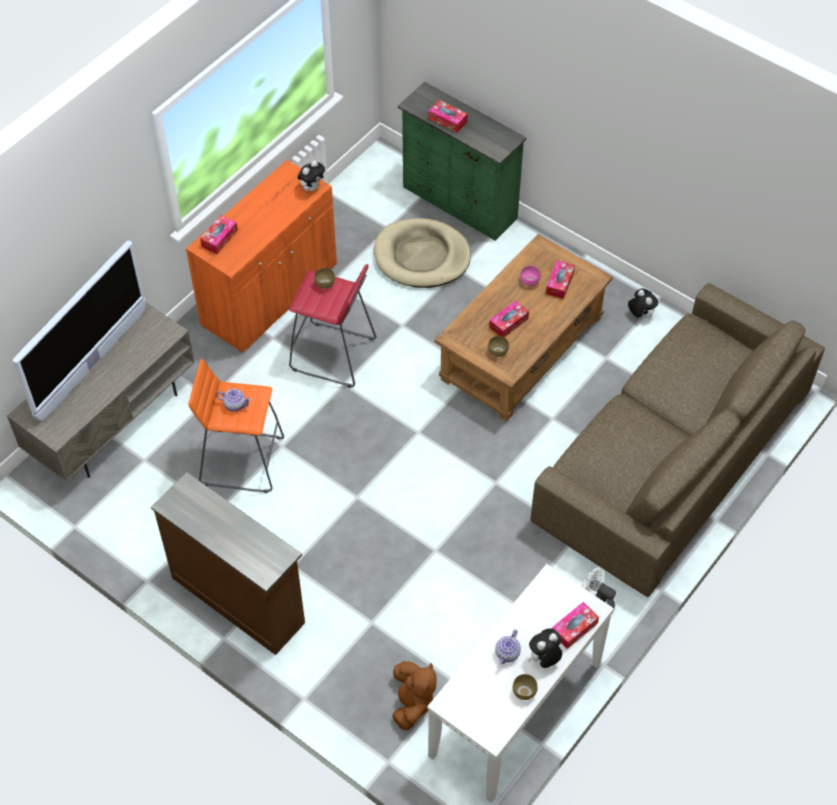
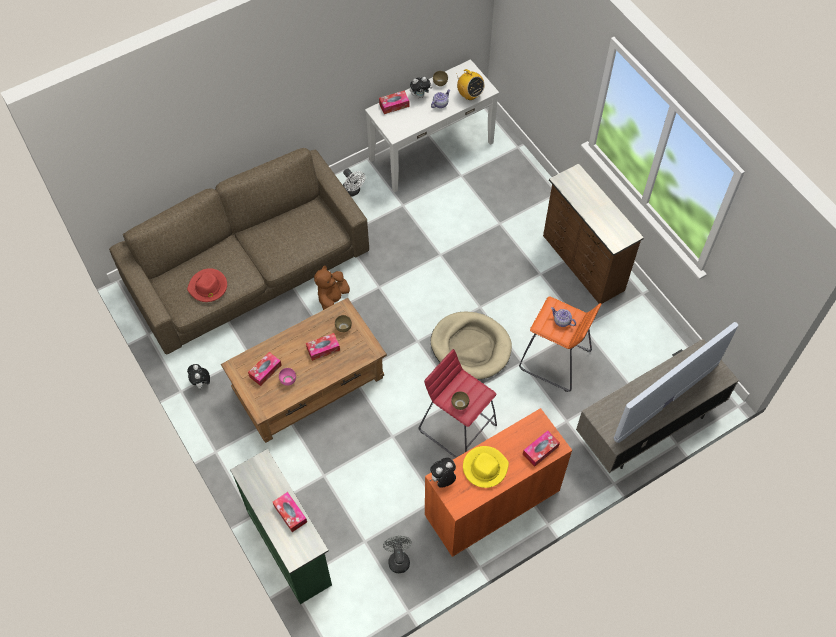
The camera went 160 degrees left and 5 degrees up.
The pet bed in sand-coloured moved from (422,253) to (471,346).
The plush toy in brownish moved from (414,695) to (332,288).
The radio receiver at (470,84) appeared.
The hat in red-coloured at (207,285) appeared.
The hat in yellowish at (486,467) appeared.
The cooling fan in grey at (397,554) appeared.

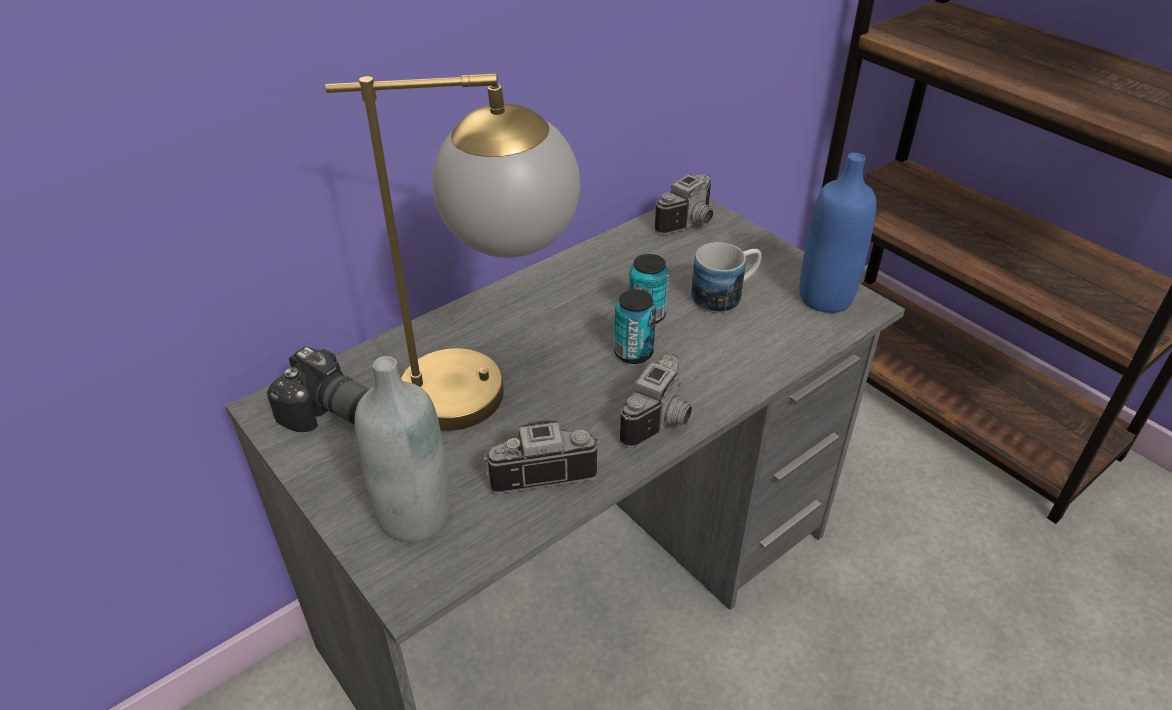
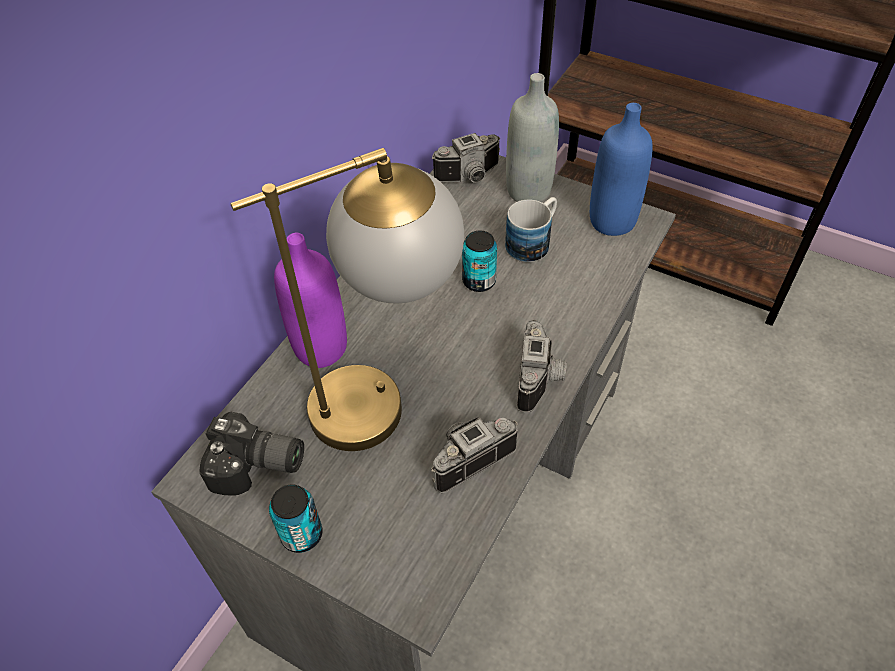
The camera went 20 degrees left and 10 degrees up.
The photo camera at (683,204) turned 45 degrees clockwise.
The metal can moved from (635,326) to (295,519).
The beverage bottle in grey moved from (402,449) to (532,137).
The beverage bottle in purplish at (310,300) appeared.

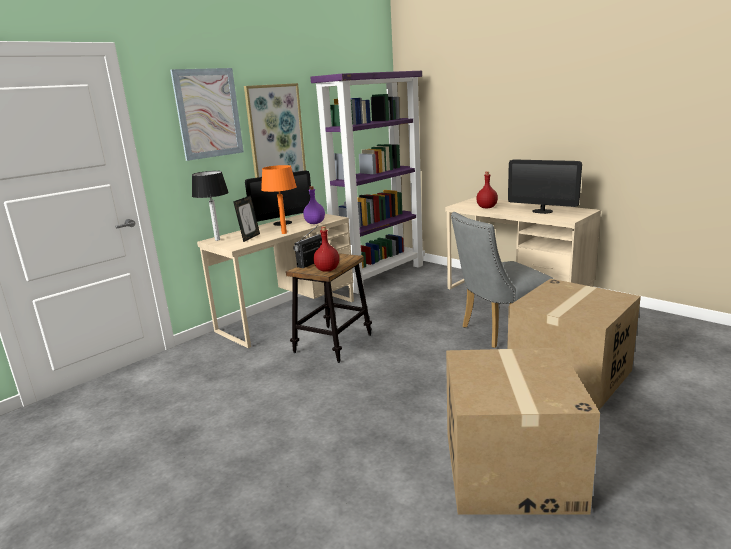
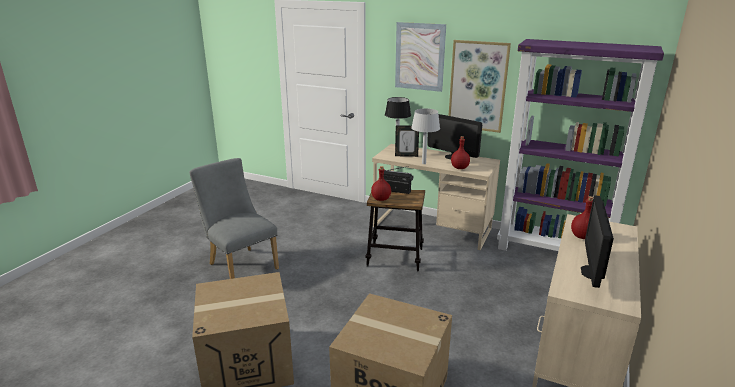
The camera went 70 degrees right and 5 degrees up.
The tabletop lamp in orange at (279,199) became the tabletop lamp in grey at (425,136).
The beverage bottle in purplish at (314,205) became the beverage bottle in red-coloured at (460,152).
The upright chair in grey moved from (502,280) to (234,218).

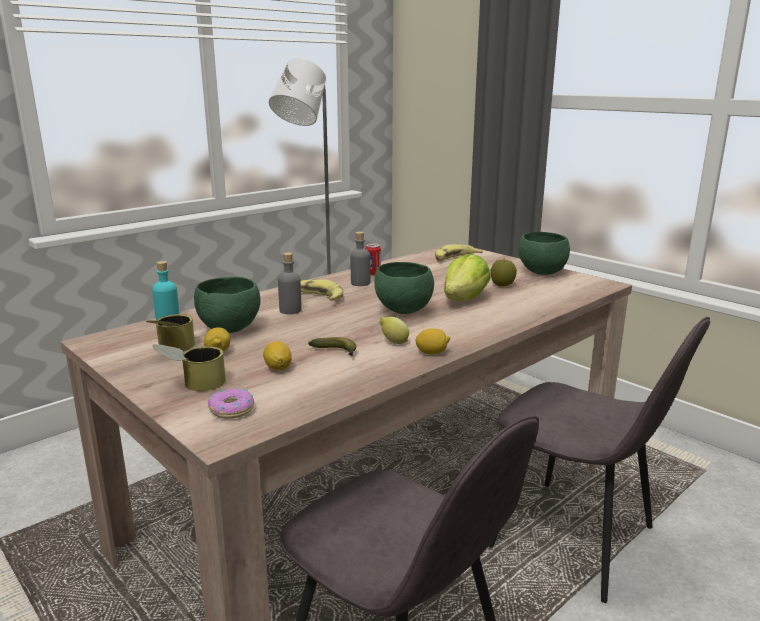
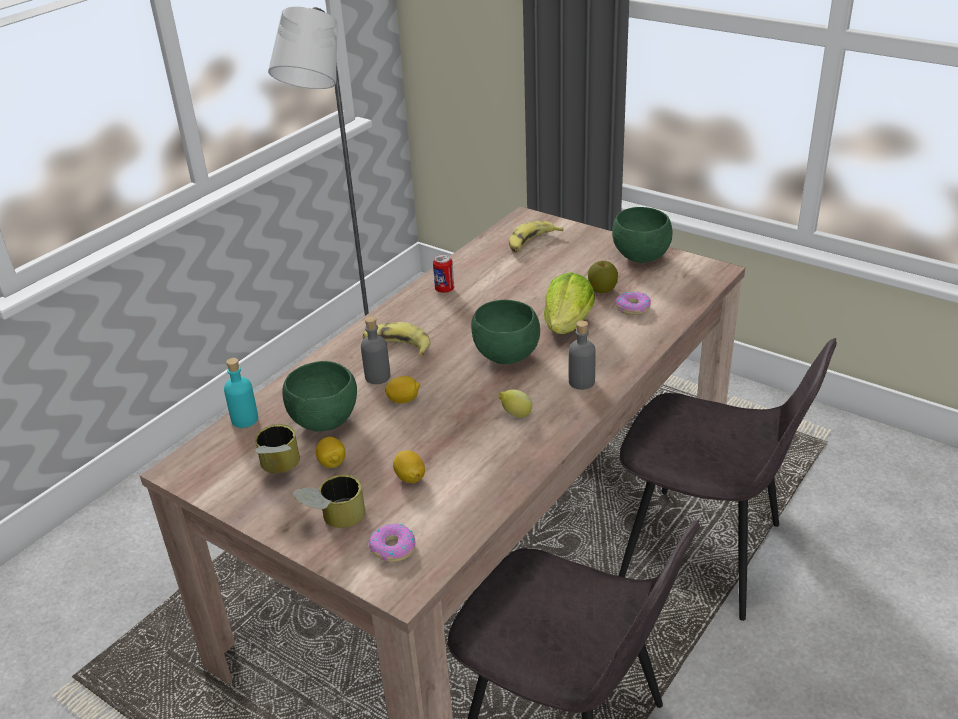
The camera went 10 degrees left and 15 degrees up.
The beverage bottle in grey moved from (360,259) to (582,355).
The citrus fruit moved from (432,341) to (402,390).
The banana fruit at (332,346) disappeared.
The ring doughnut at (633,303) appeared.

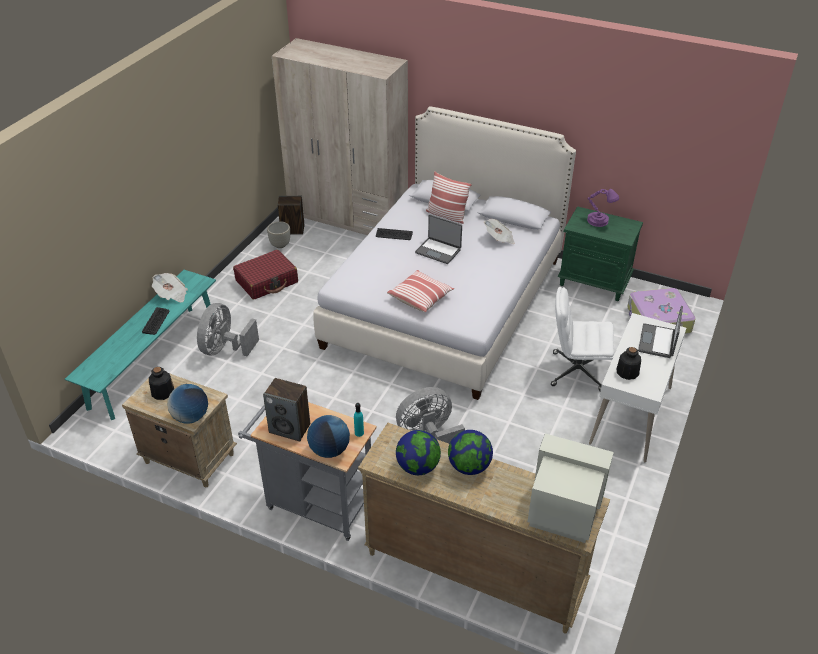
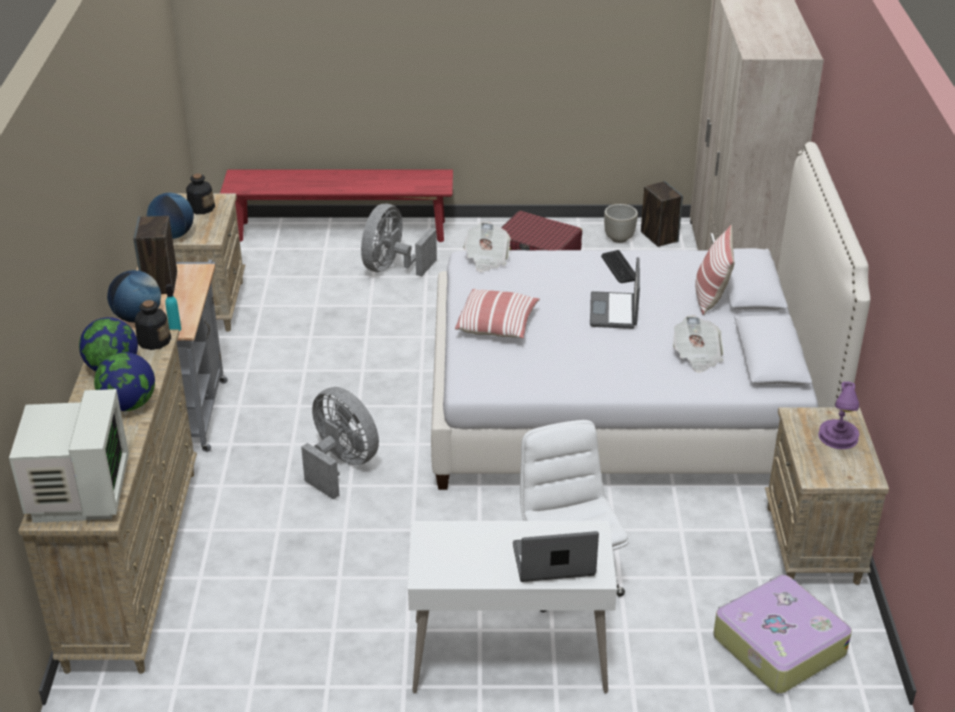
The camera went 65 degrees right and 5 degrees down.
The bedside table in greenish at (600,254) became the bedside table in sand-coloured at (827,496).
The long seat in turquoise-coloured at (140,345) became the long seat in red-coloured at (336,206).
The printed paper moved from (170,287) to (487,247).
The cooling fan in grey at (228,329) turned 60 degrees counterclockwise.
The keyboard at (155,321) disappeared.
The beverage bottle moved from (628,363) to (153,325).

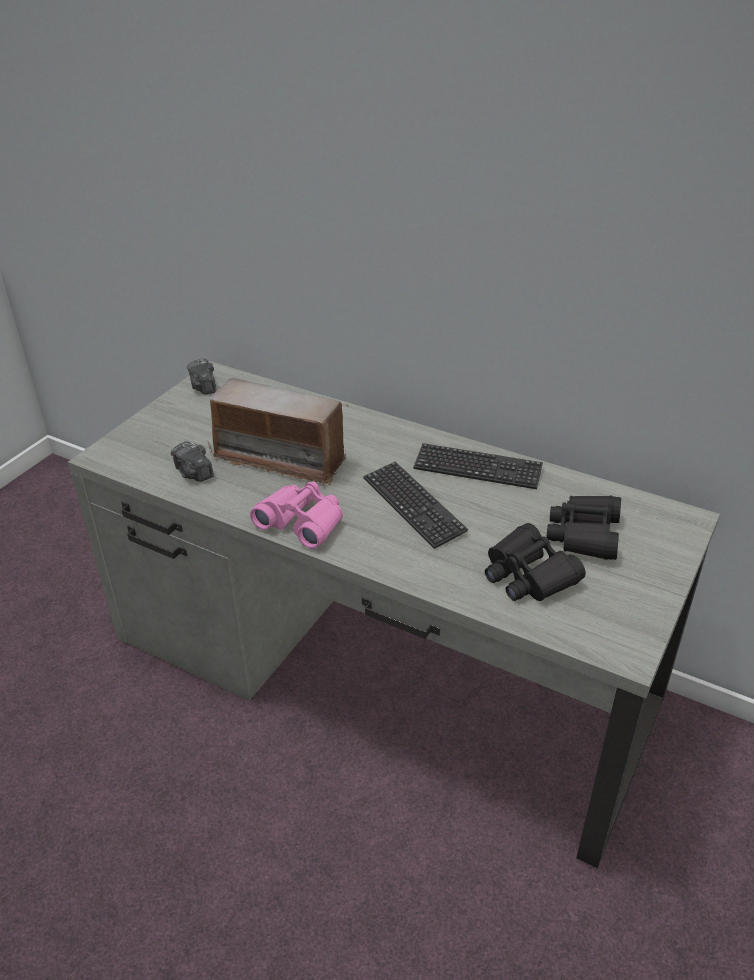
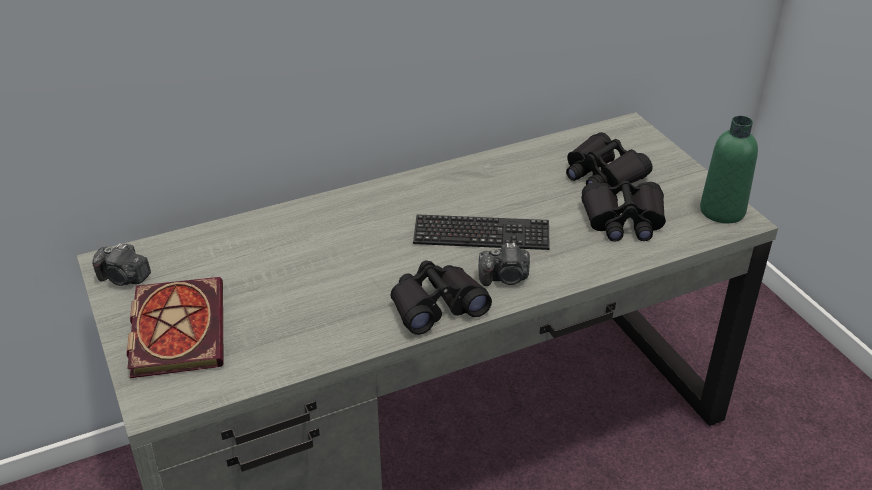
The camera went 55 degrees left and 0 degrees up.
The radio receiver at (278,432) disappeared.
The photo camera moved from (192,461) to (504,264).
The keyboard at (478,466) disappeared.
The binoculars in pink-coloured at (296,515) became the binoculars in black at (441,297).
The beverage bottle in greenish at (729,170) appeared.
The book at (175,327) appeared.

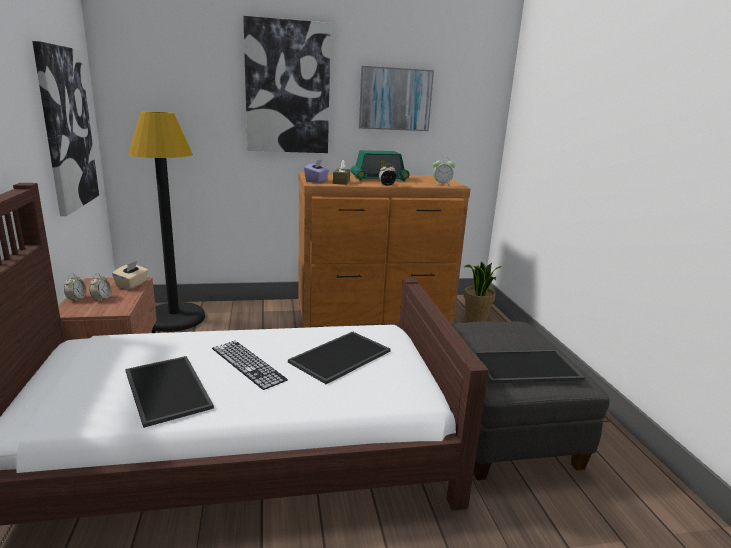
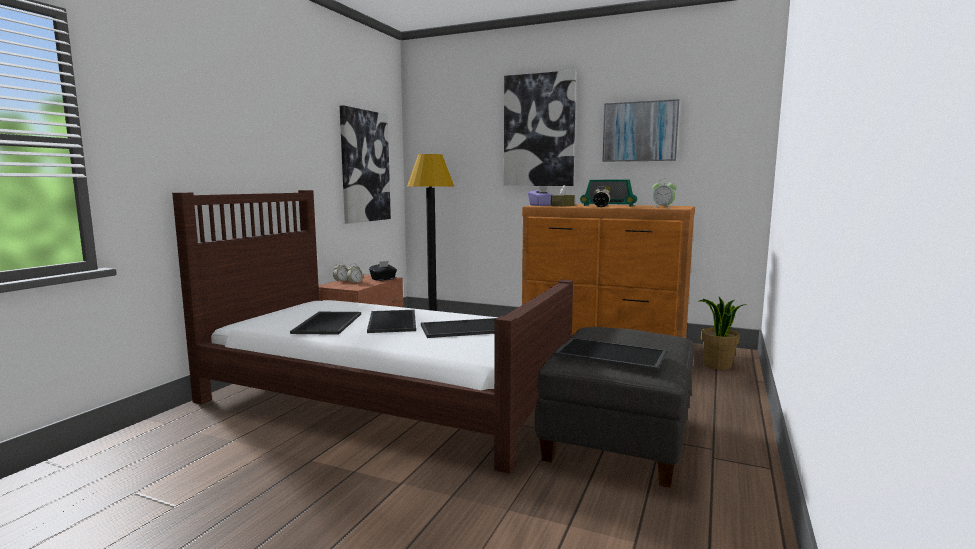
The camera went 35 degrees right and 10 degrees down.
The tissue holder in sand-coloured at (130,275) became the tissue holder in black at (383,271).
The keyboard at (250,365) was replaced by the serving tray at (391,321).

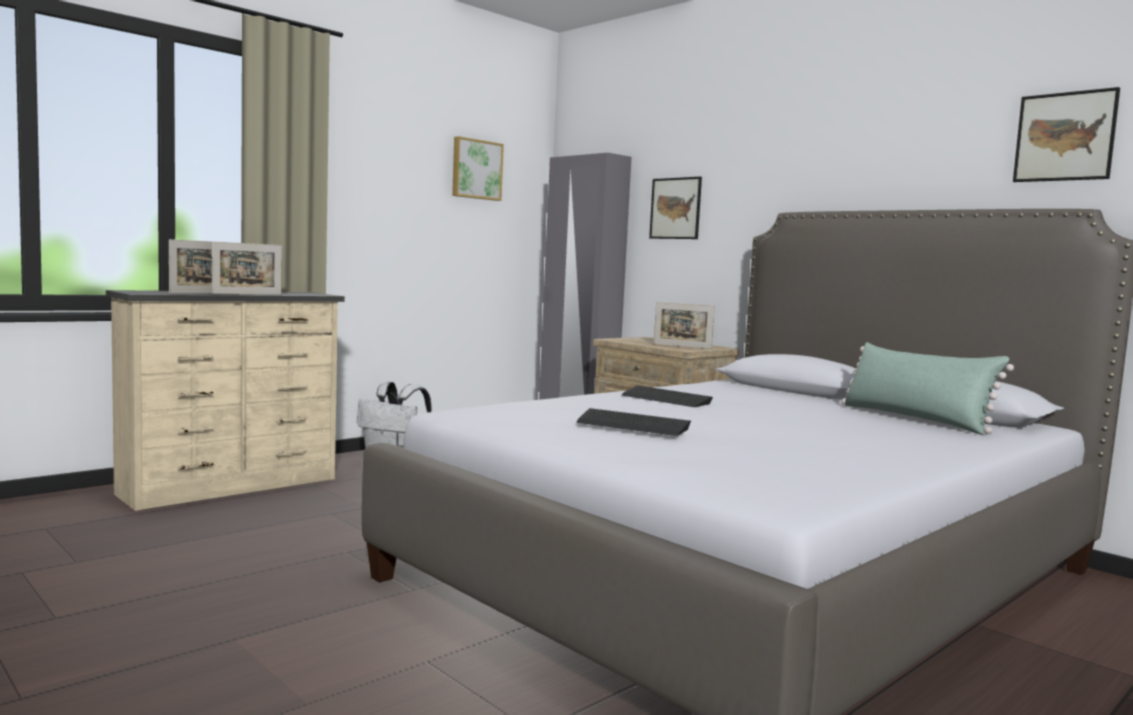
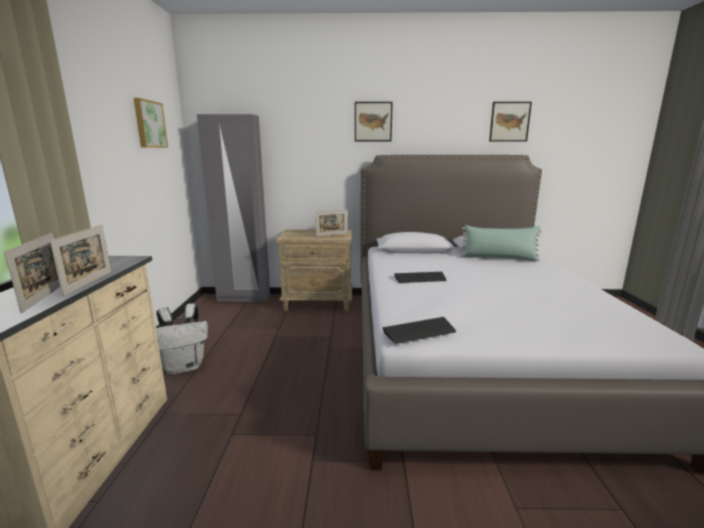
The camera went 45 degrees left and 10 degrees up.
The picture moved from (675,208) to (374,121).
The keyboard moved from (634,422) to (419,330).

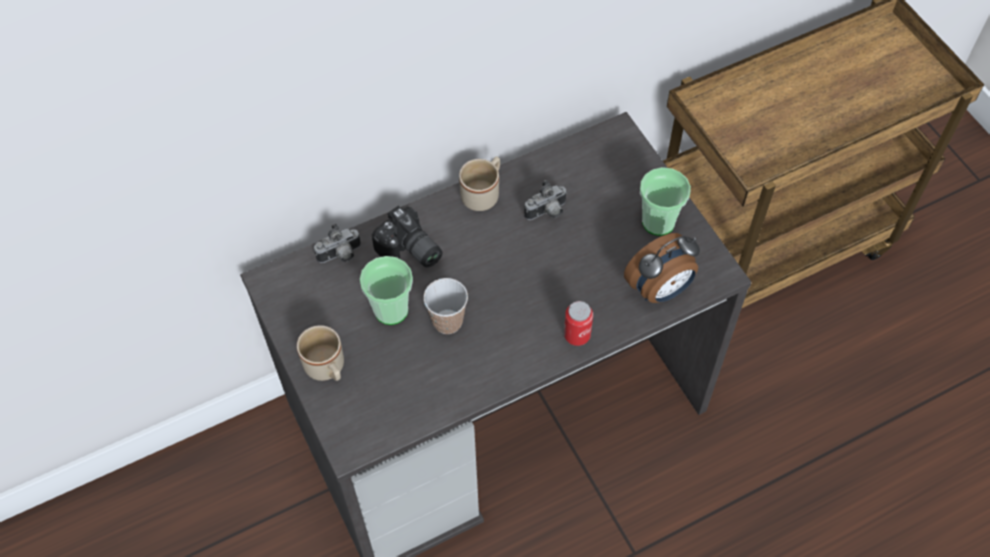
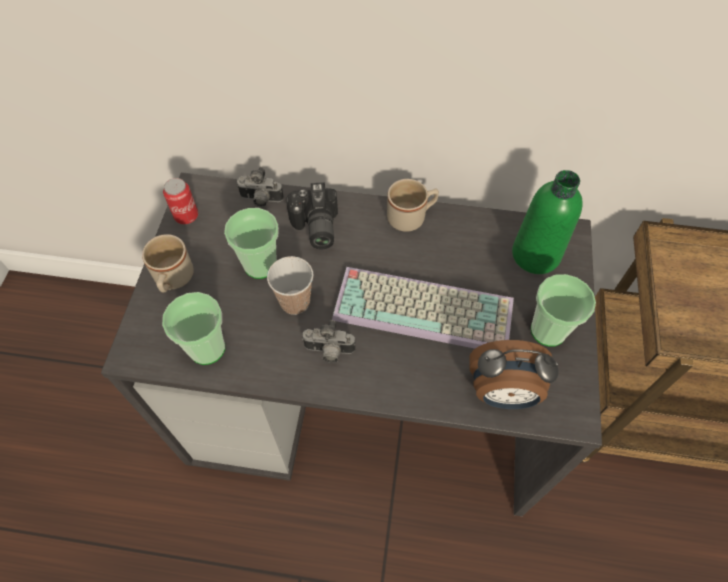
The camera went 35 degrees right and 0 degrees up.
The photo camera moved from (545,200) to (328,341).
The metal can moved from (578,323) to (180,201).
The beverage bottle in greenish at (547,222) appeared.
The keyboard at (423,307) appeared.
The drinking cup at (193,328) appeared.

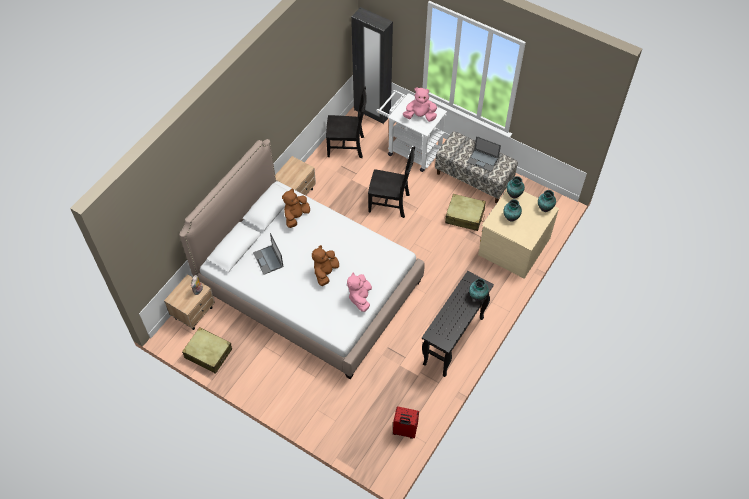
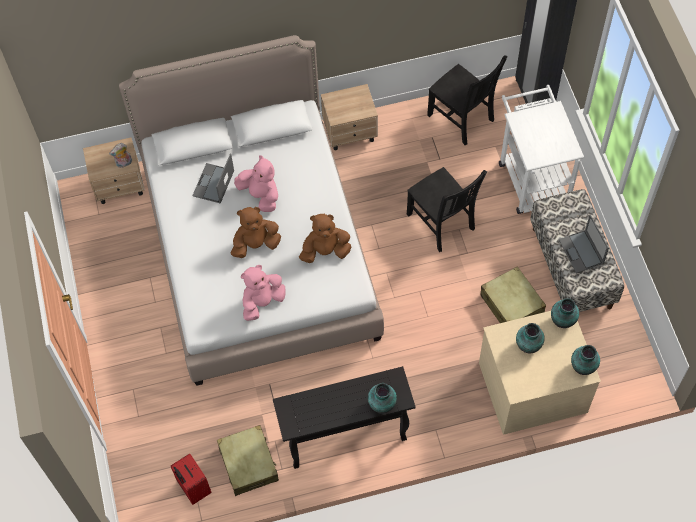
The camera went 45 degrees right and 5 degrees up.
The plush toy in pink-coloured moved from (420,104) to (256,183).
The plush toy in brownish moved from (296,208) to (325,238).
The suitcase in sand-coloured moved from (207,350) to (248,460).

